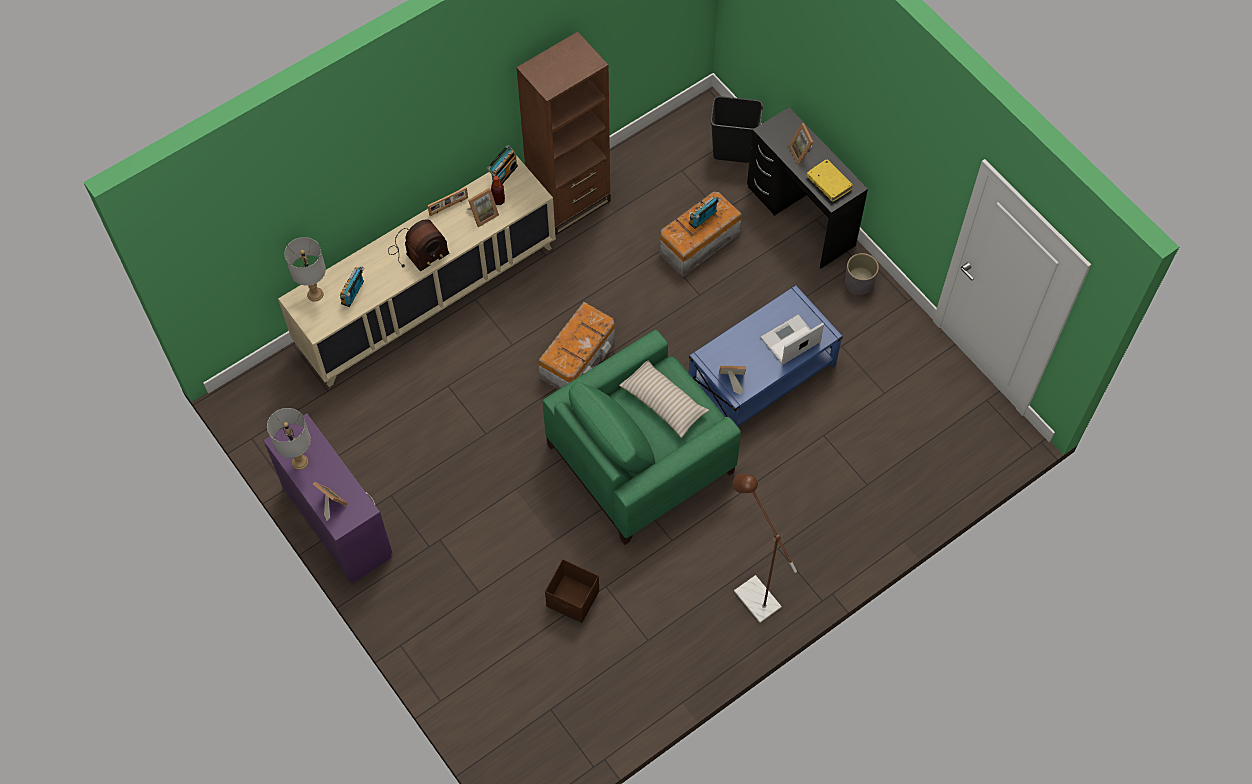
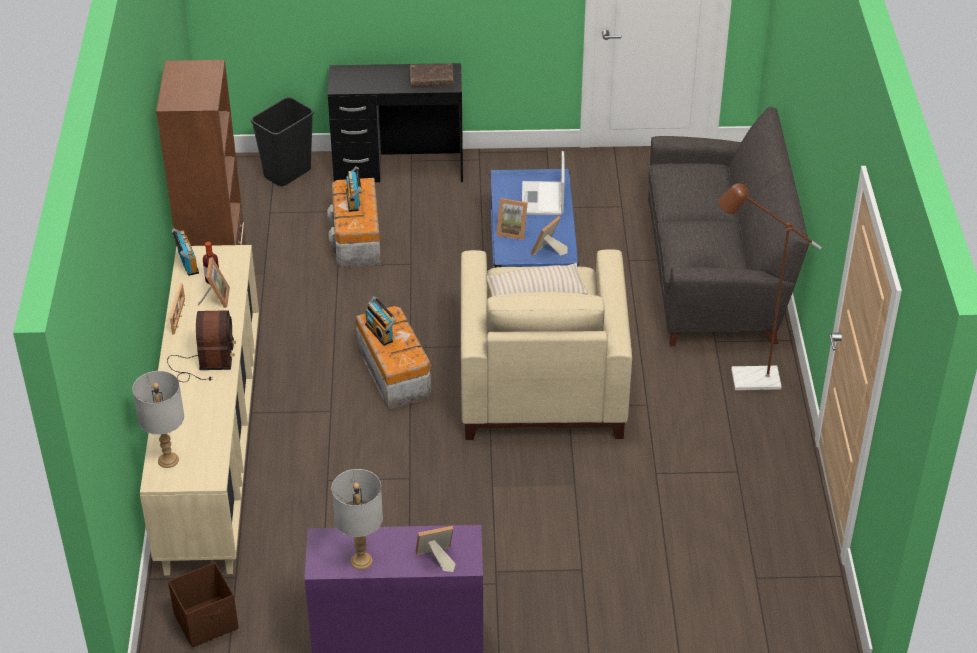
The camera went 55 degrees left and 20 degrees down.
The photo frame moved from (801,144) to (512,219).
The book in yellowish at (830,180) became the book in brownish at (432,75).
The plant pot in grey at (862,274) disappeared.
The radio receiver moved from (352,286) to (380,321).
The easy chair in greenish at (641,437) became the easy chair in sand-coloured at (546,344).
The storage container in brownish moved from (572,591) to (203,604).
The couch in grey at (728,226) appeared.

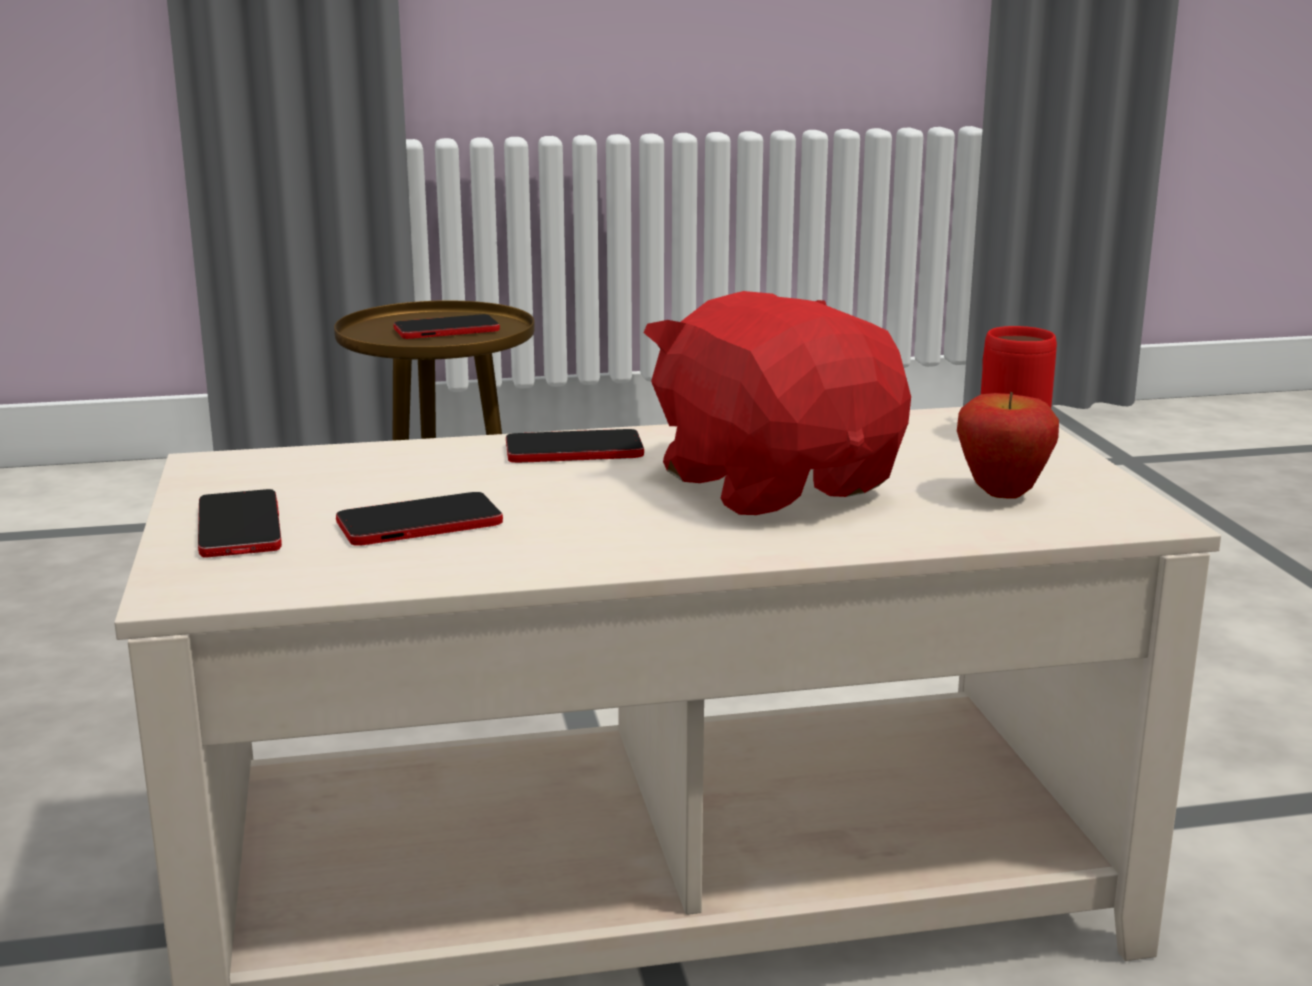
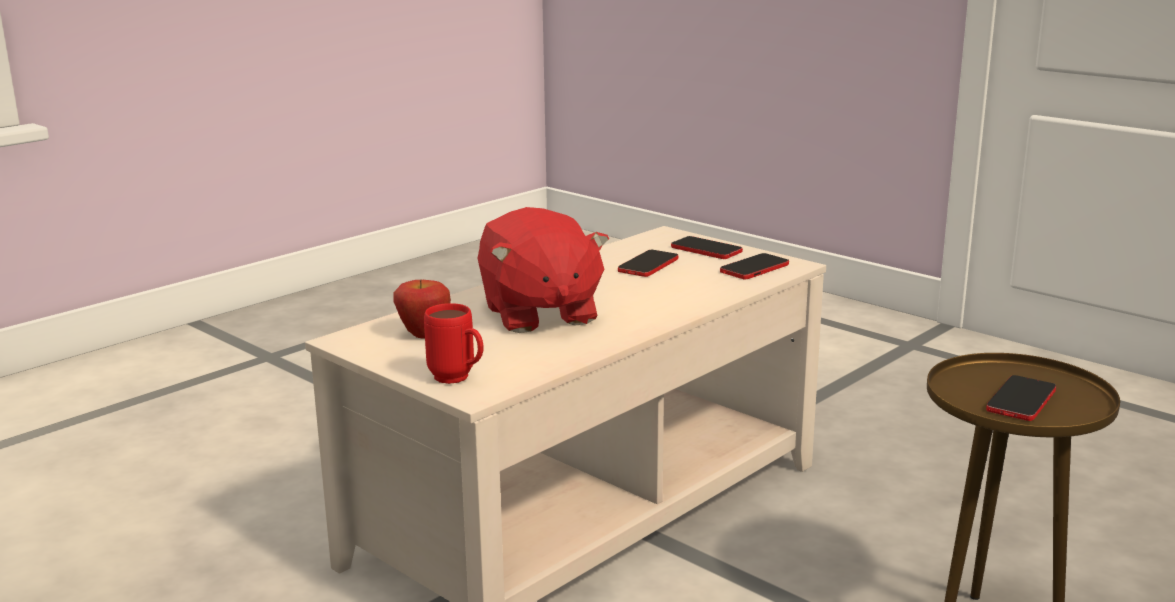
The camera went 145 degrees right and 0 degrees up.
The plush toy in red-coloured at (777,403) turned 45 degrees clockwise.
The telephone moved from (575,446) to (754,266).

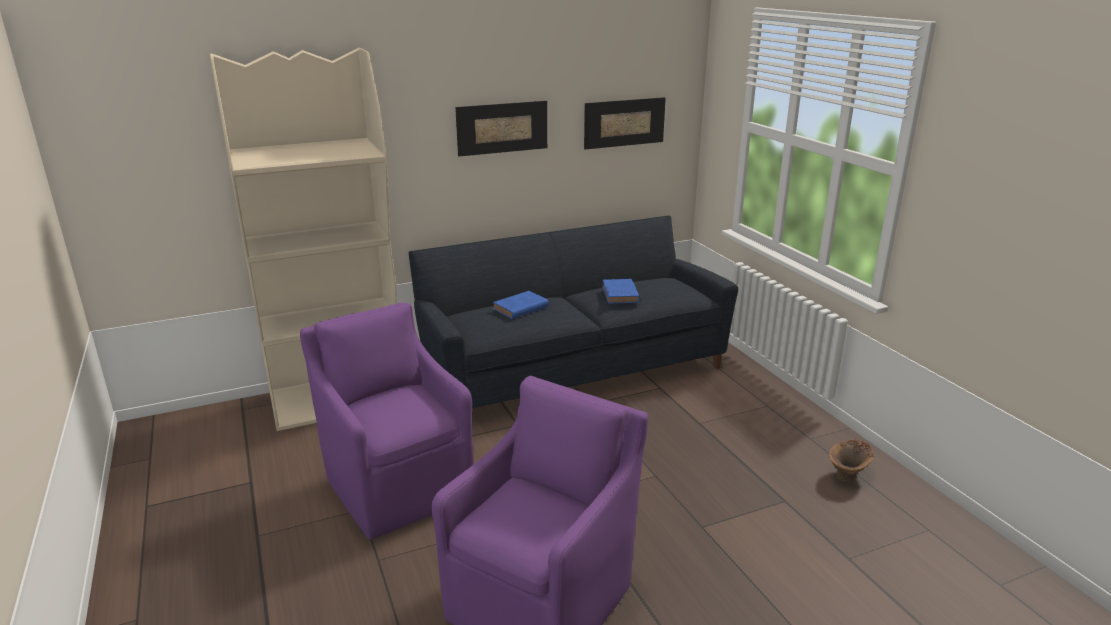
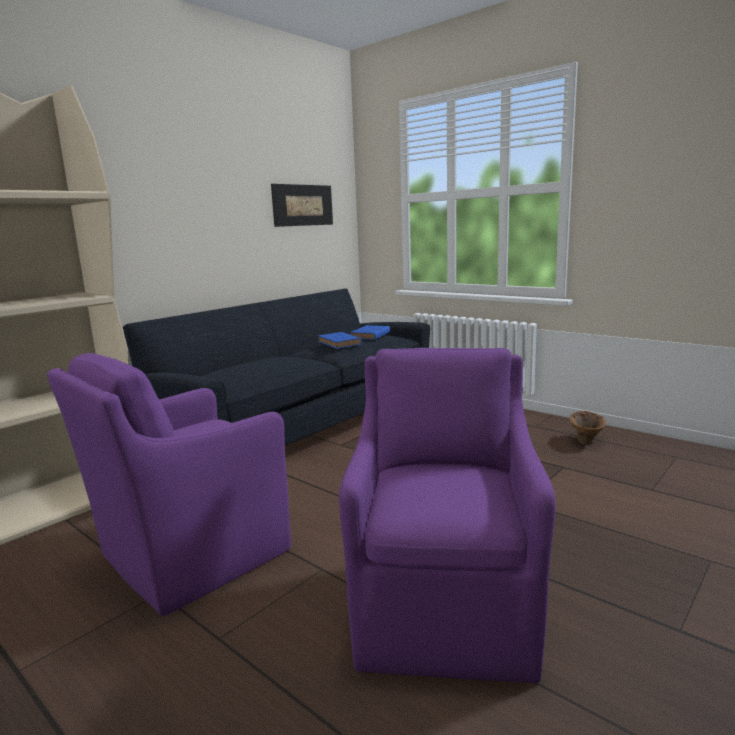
The camera went 25 degrees left and 10 degrees down.
The picture at (501,128) disappeared.
The book in bluish moved from (521,305) to (370,332).
The easy chair in purplish at (386,421) turned 75 degrees counterclockwise.

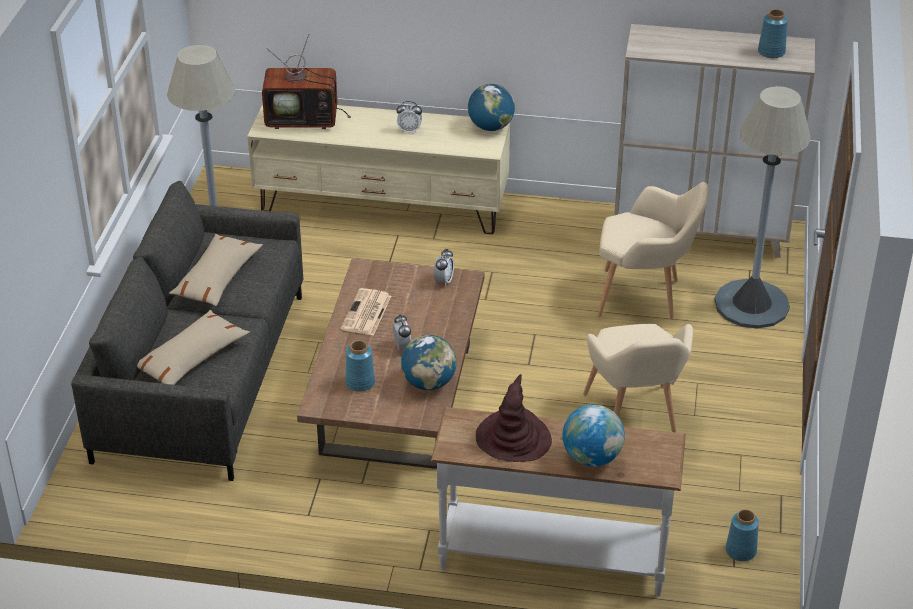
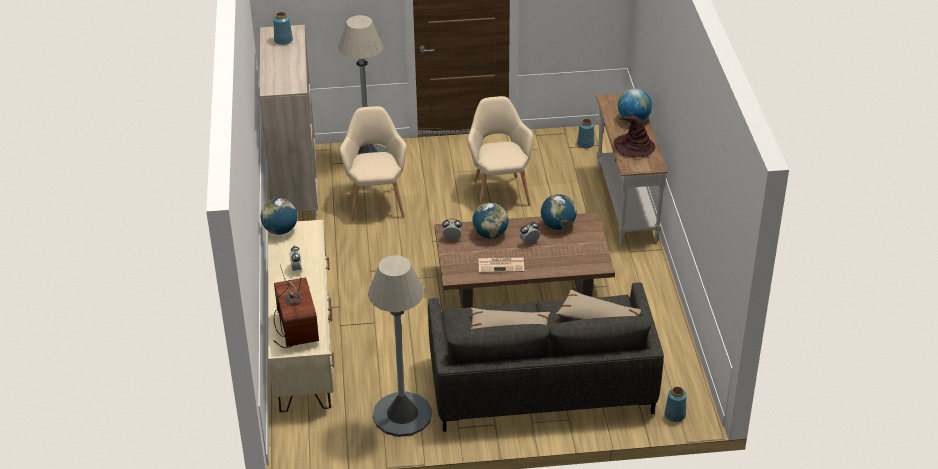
The camera went 105 degrees left and 0 degrees up.
The easy chair in sand-coloured at (638,378) turned 75 degrees counterclockwise.
The vase in bluish moved from (360,366) to (675,404).
The world globe at (490,220) appeared.

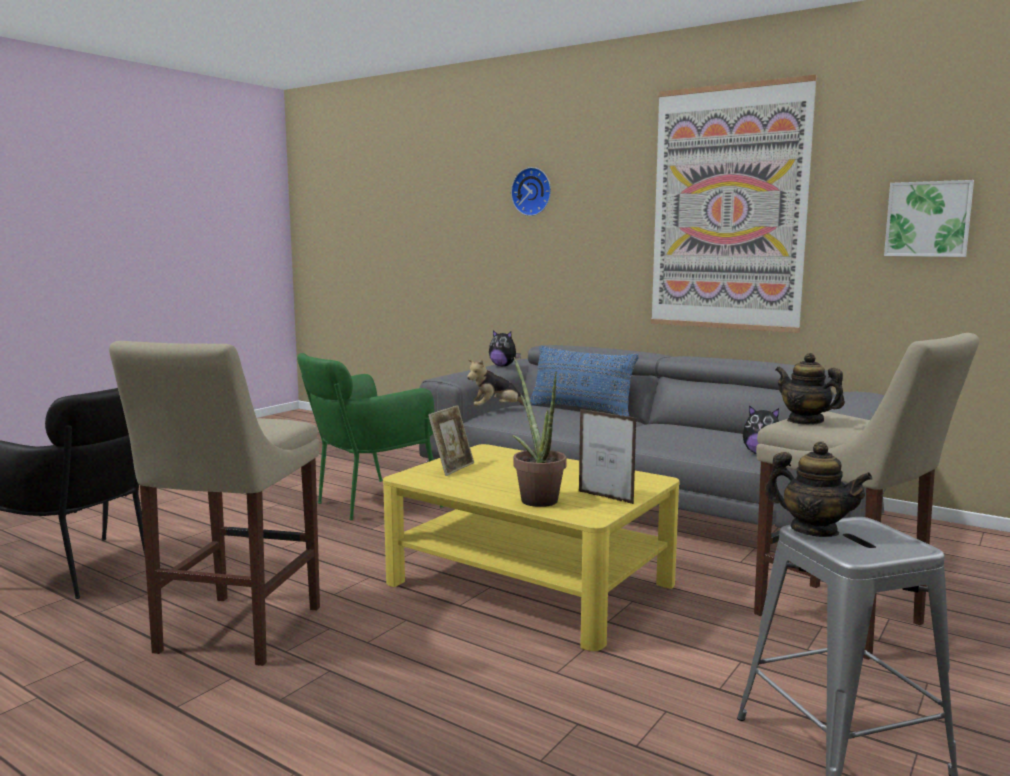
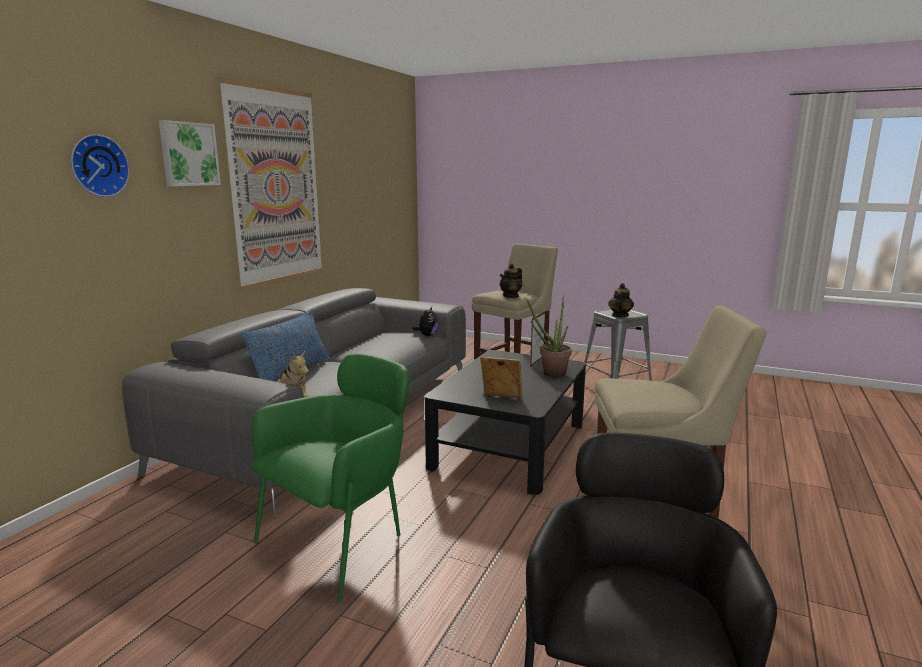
The camera went 100 degrees left and 5 degrees up.
The picture moved from (929,218) to (189,153).
The plush toy at (505,348) disappeared.
The easy chair in greenish at (370,436) turned 90 degrees counterclockwise.
The coffee table in yellowish at (531,547) became the coffee table in black at (505,422).

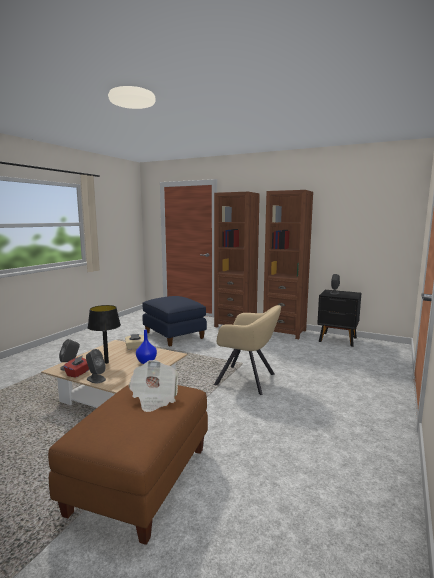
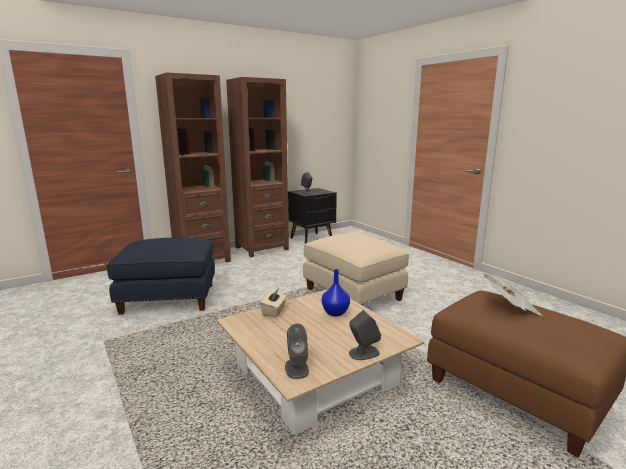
The camera went 60 degrees left and 5 degrees up.
The tabletop lamp in black at (104,334) disappeared.
The easy chair in sand-coloured at (247,350) was replaced by the footrest in sand-coloured at (356,269).
The tissue holder in red-coloured at (76,366) disappeared.

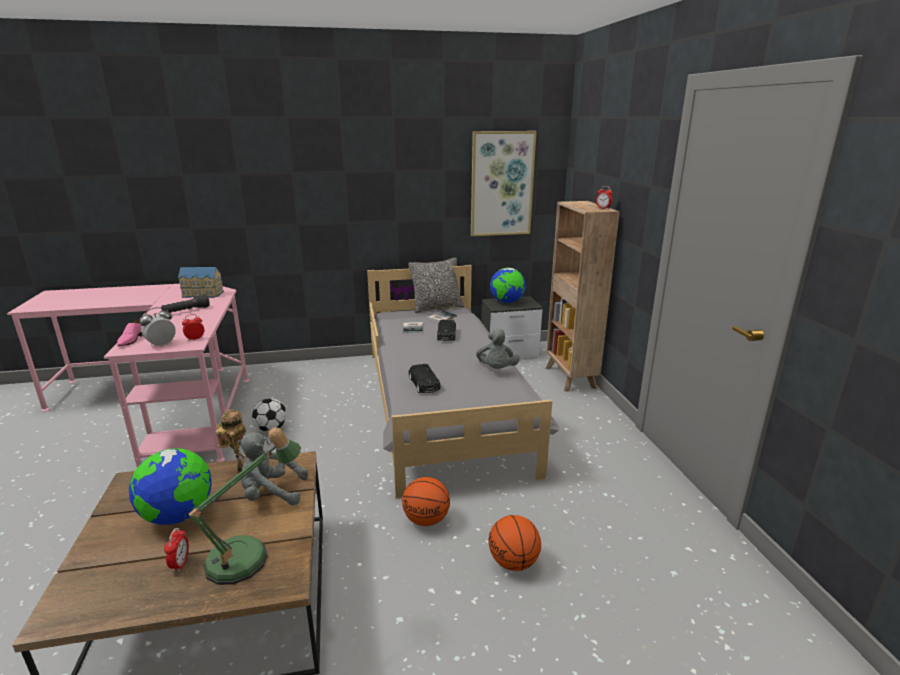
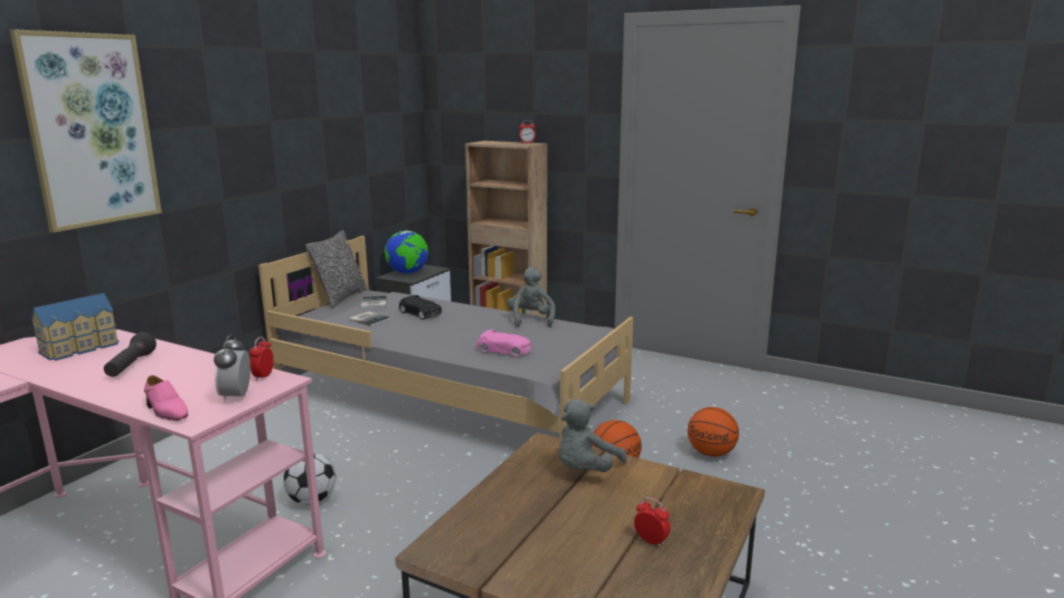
The camera went 50 degrees left and 5 degrees down.
The picture moved from (504,183) to (86,130).
The plush toy in grey at (498,348) turned 135 degrees counterclockwise.
The toy car in black at (425,378) became the toy car in pink-coloured at (504,343).
The model robot at (231,442) disappeared.
The tabletop lamp at (242,506) disappeared.
The world globe at (170,486) disappeared.

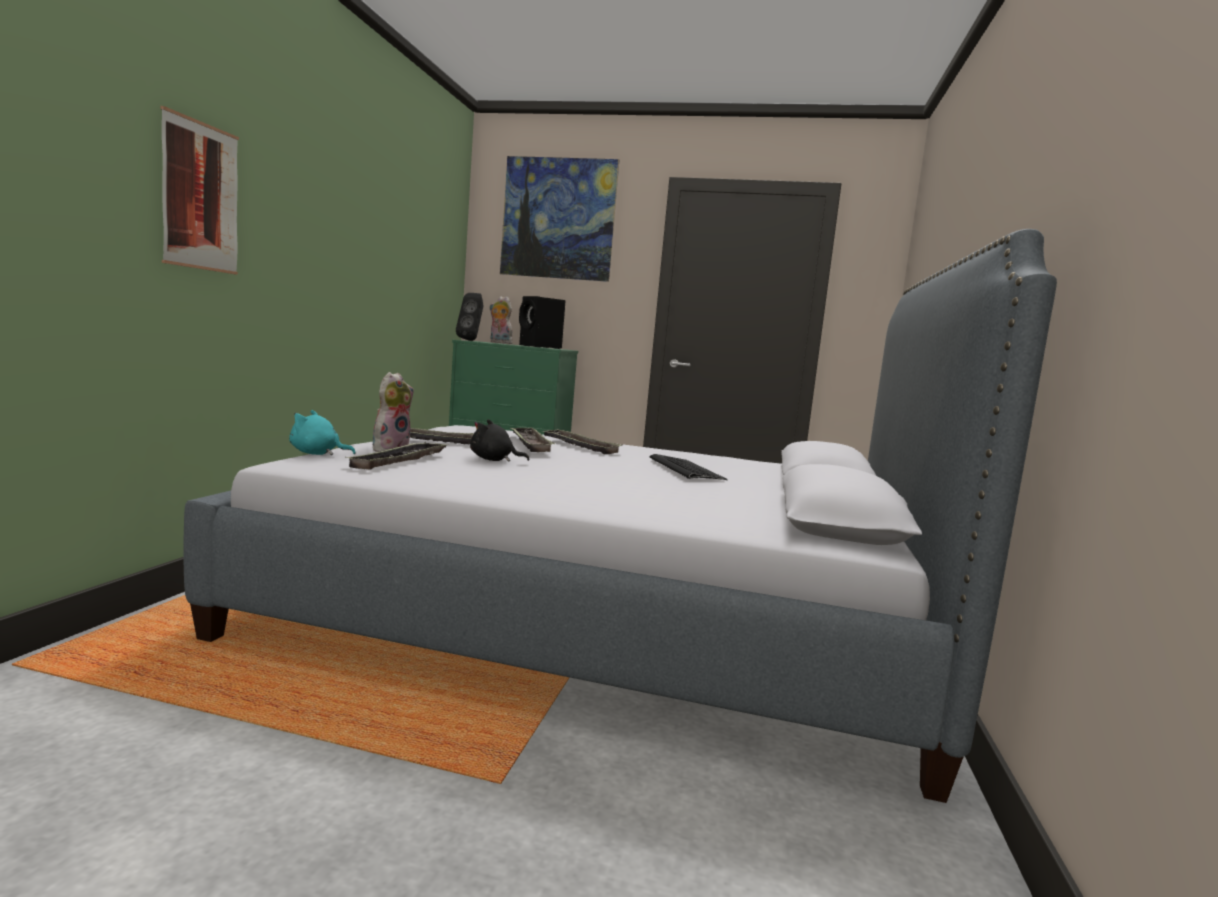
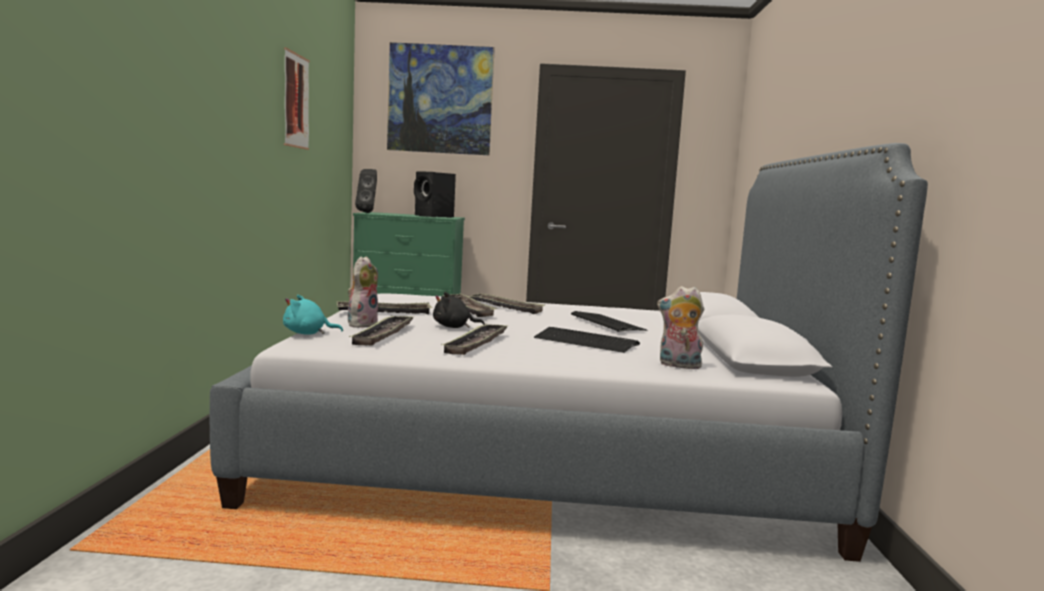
The camera went 10 degrees left and 0 degrees up.
The picture moved from (200,190) to (297,98).
The plush toy moved from (500,320) to (680,327).
The serving tray at (475,339) appeared.
The keyboard at (587,340) appeared.

